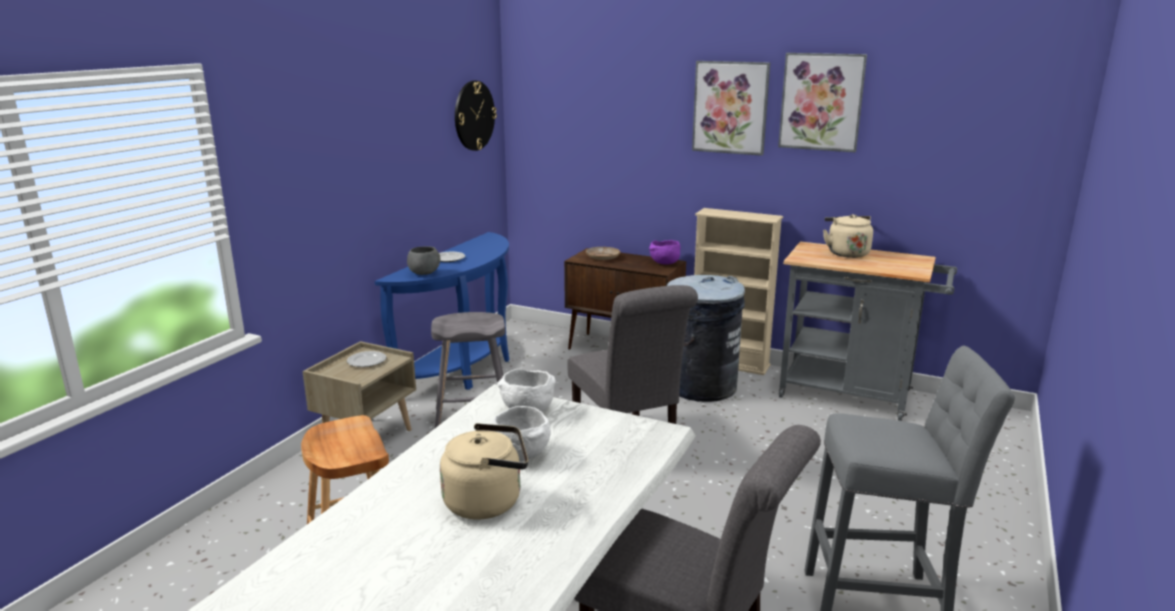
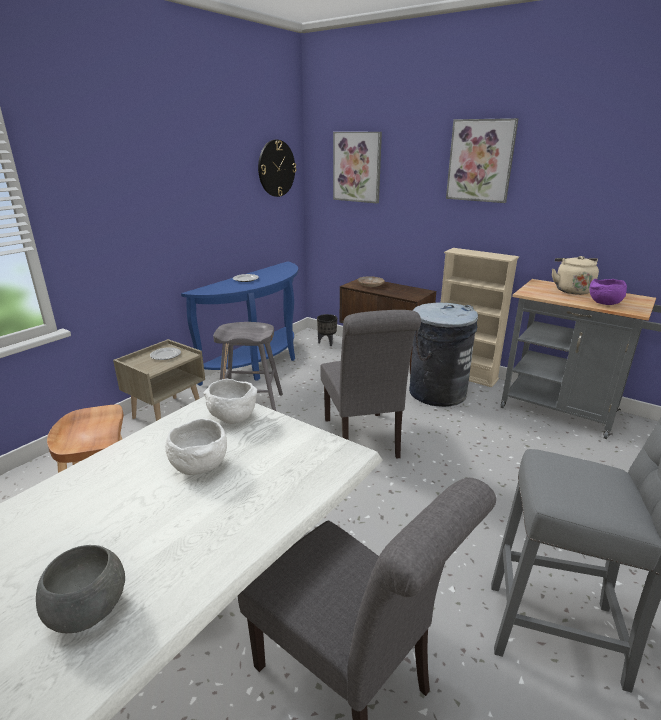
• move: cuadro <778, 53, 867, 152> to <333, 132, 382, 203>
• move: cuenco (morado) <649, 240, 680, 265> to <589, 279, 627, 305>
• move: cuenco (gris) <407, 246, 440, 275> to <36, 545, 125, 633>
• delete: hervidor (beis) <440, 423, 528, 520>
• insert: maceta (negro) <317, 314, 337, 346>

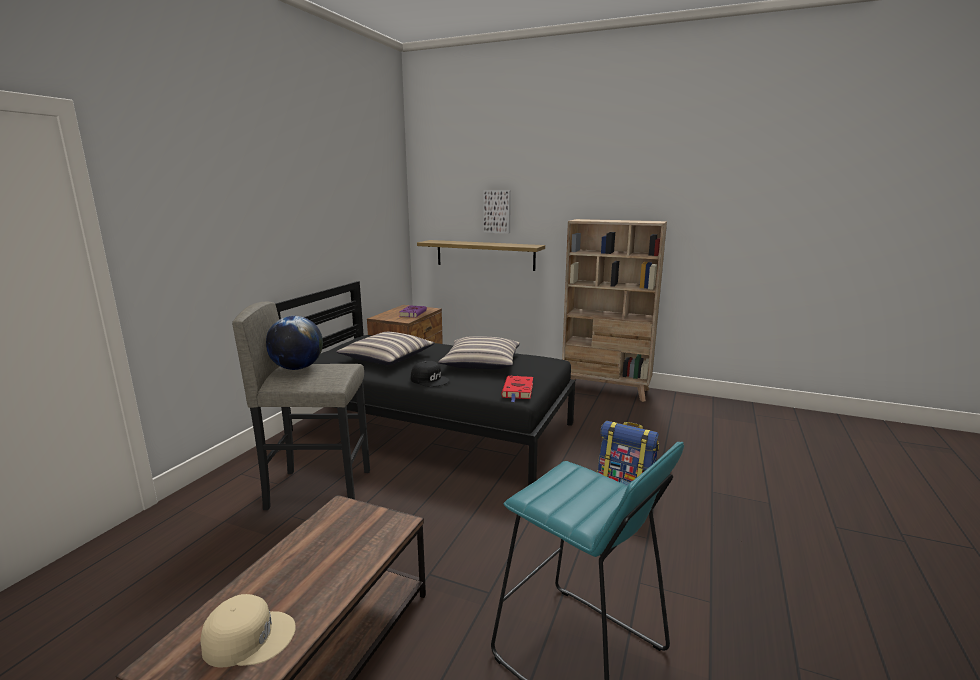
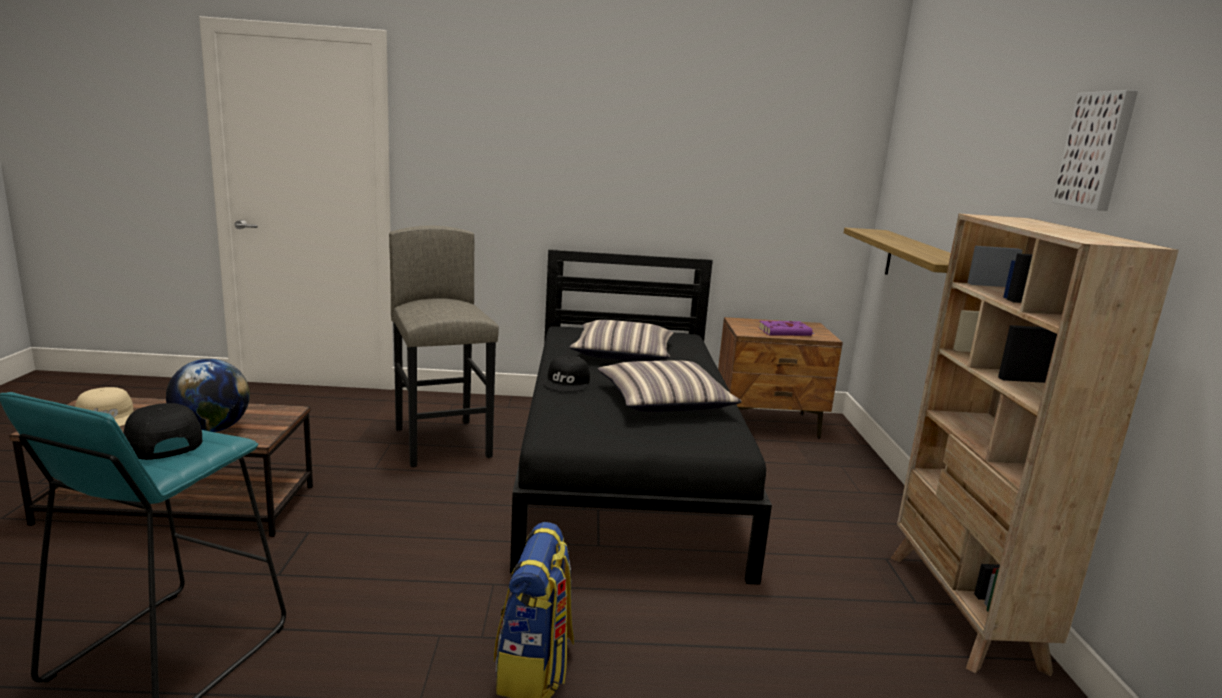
• move: cuadro <483, 190, 511, 234> to <1052, 90, 1138, 211>
• move: globo terráqueo <266, 316, 323, 370> to <166, 359, 250, 432>
• delete: libro (rojo) <501, 376, 533, 402>
• insert: gorra (negro) <123, 403, 202, 460>

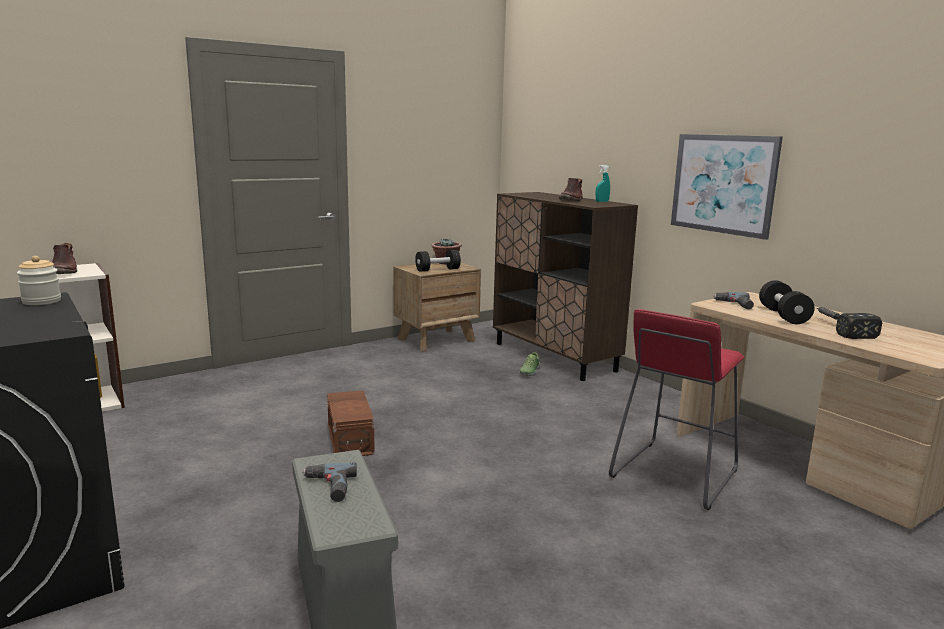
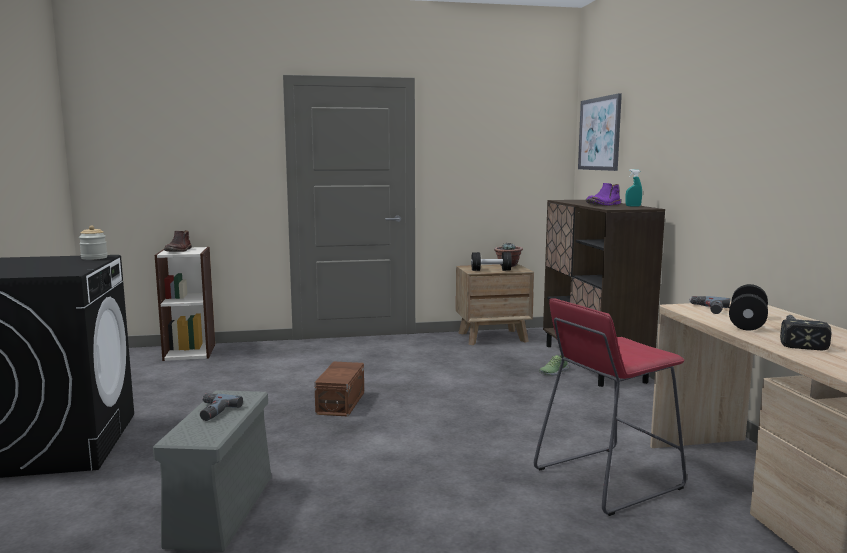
• move: cuadro <671, 134, 783, 240> to <578, 93, 622, 171>
• recolor: bota (marrón) <559, 178, 583, 201> to bota (morado) <586, 183, 621, 206>

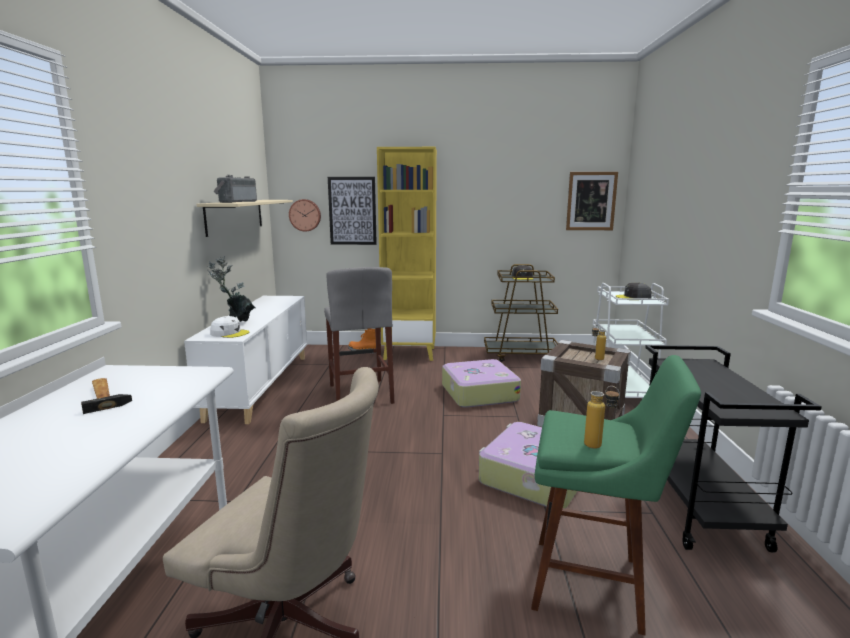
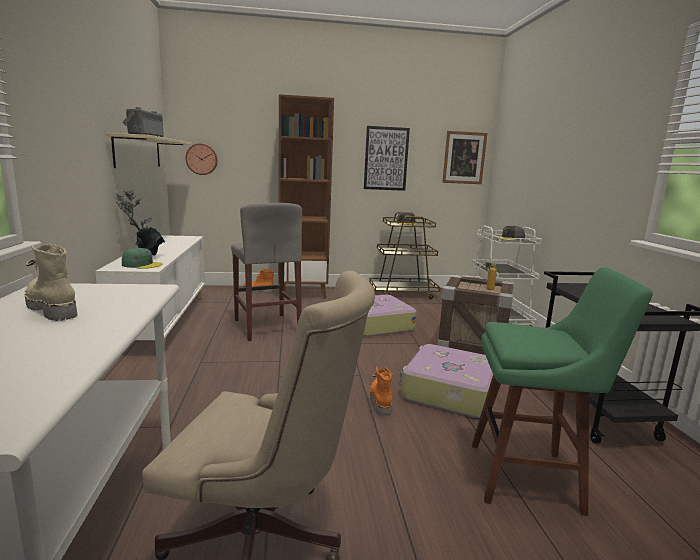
• recolor: estantería (amarillo) <377, 147, 437, 361> to estantería (marrón) <278, 94, 334, 299>
• move: cuadro <328, 177, 377, 245> to <364, 126, 410, 191>
• recolor: gorra (blanco) <210, 316, 249, 338> to gorra (verde) <122, 248, 163, 269>
• replace: martillo <81, 378, 132, 414> to bota (beis) <24, 244, 77, 321>
• delete: botella <584, 386, 620, 449>
• insert: bota (naranja) <370, 367, 393, 416>

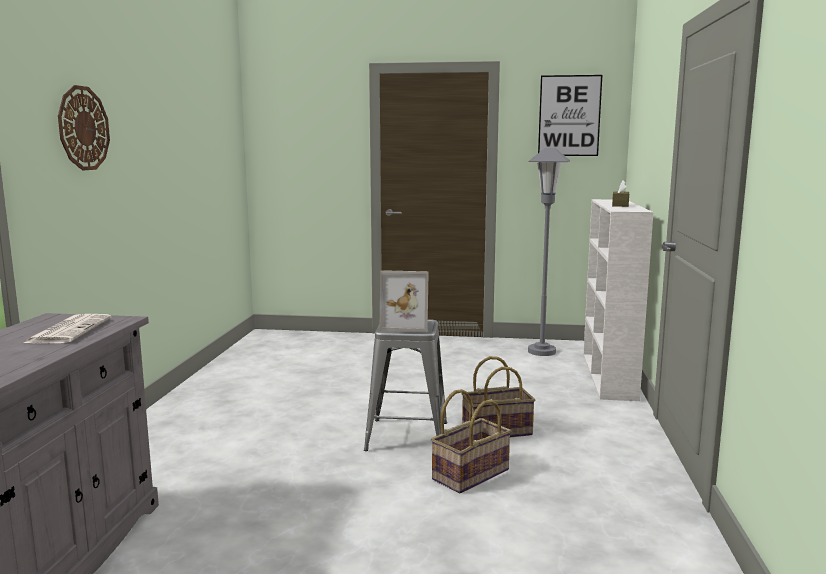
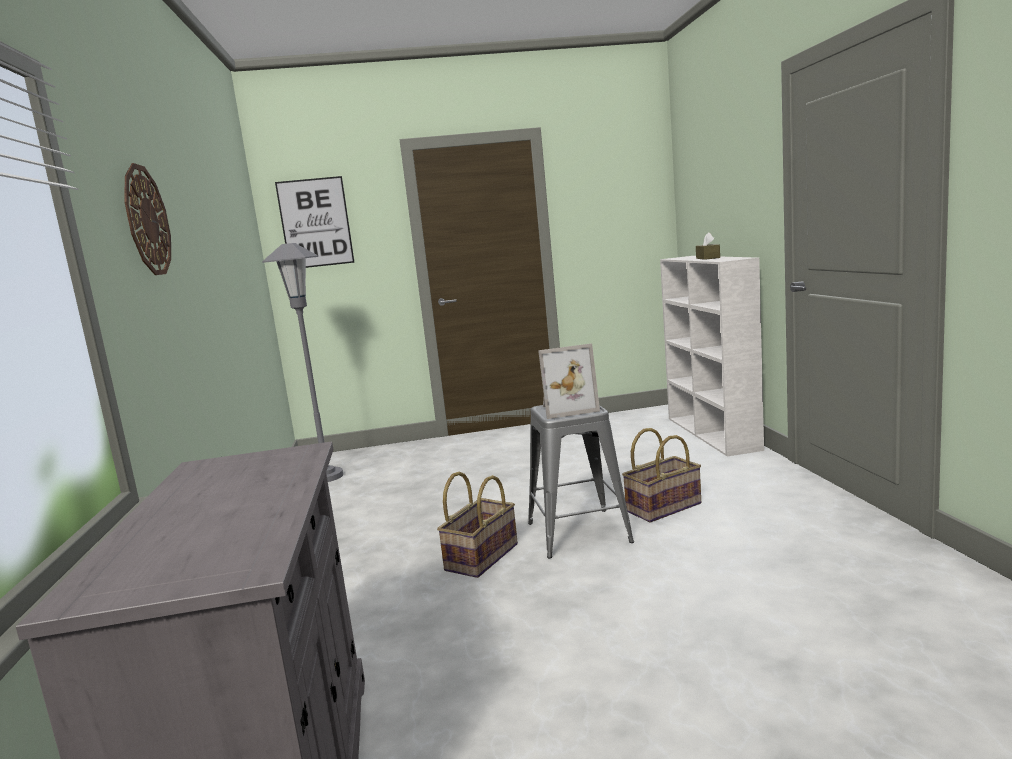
• move: cuadro <538, 75, 602, 156> to <275, 176, 355, 268>
• move: lámpara de pie (gris) <528, 148, 570, 356> to <262, 243, 343, 482>
• delete: periódico <22, 314, 111, 344>
• move: cesta <431, 389, 511, 493> to <437, 471, 518, 578>

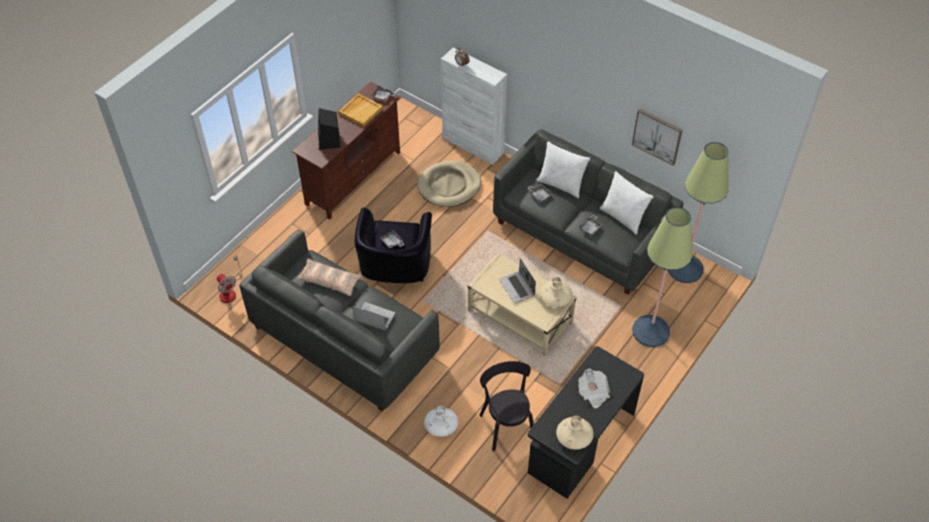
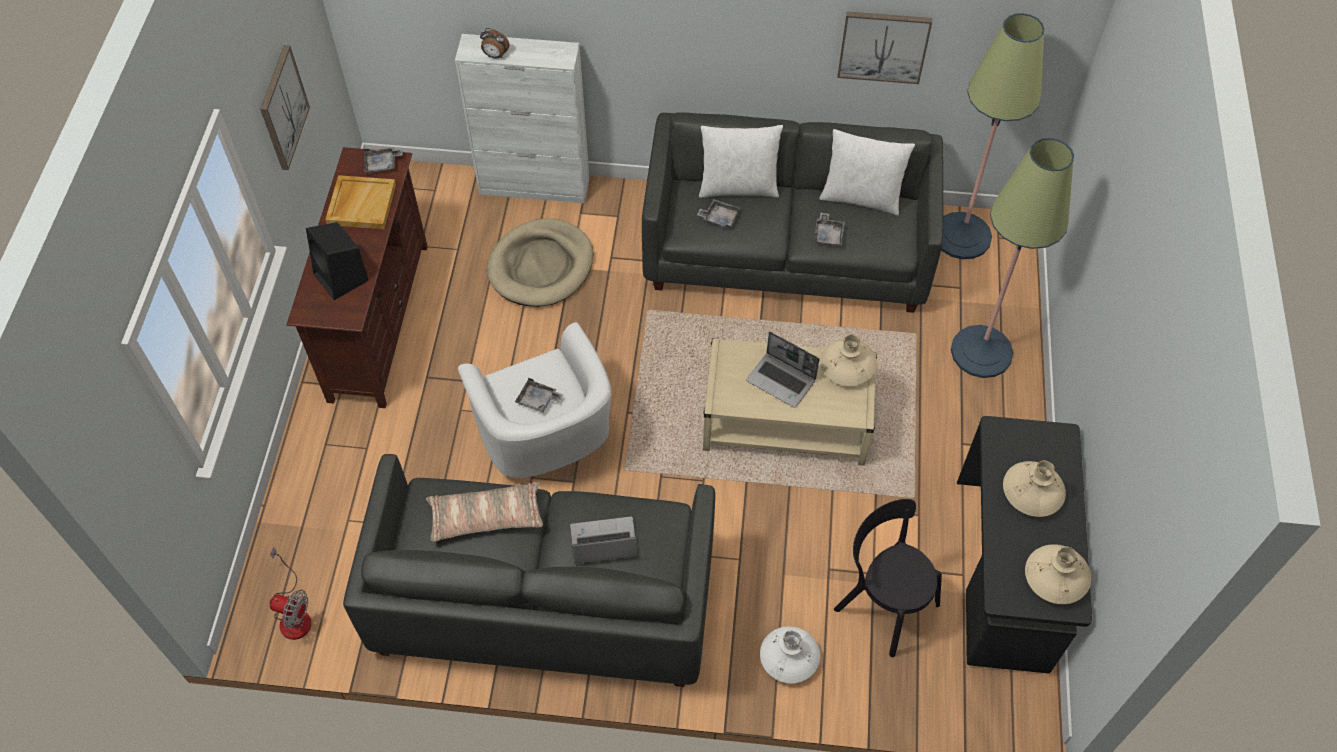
• recolor: sillón (negro) <355, 208, 432, 283> to sillón (blanco) <458, 322, 611, 478>
• replace: periódico <578, 369, 610, 408> to florero (beis) <1003, 460, 1066, 517>
• insert: cuadro <260, 45, 310, 170>

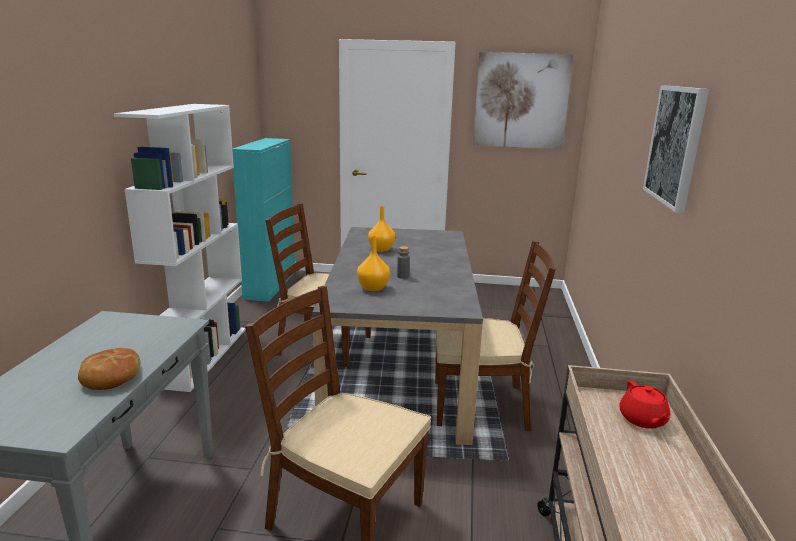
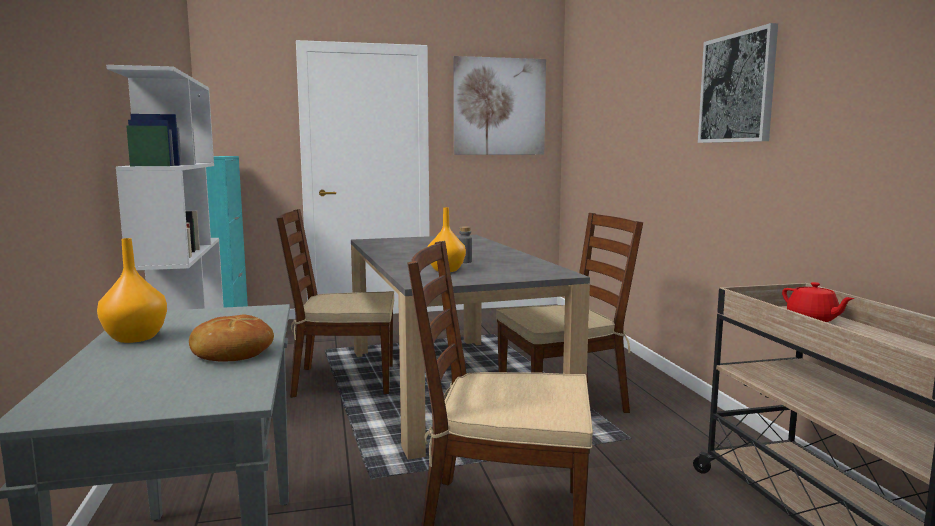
• move: florero (naranja) <368, 206, 395, 252> to <97, 238, 167, 343>

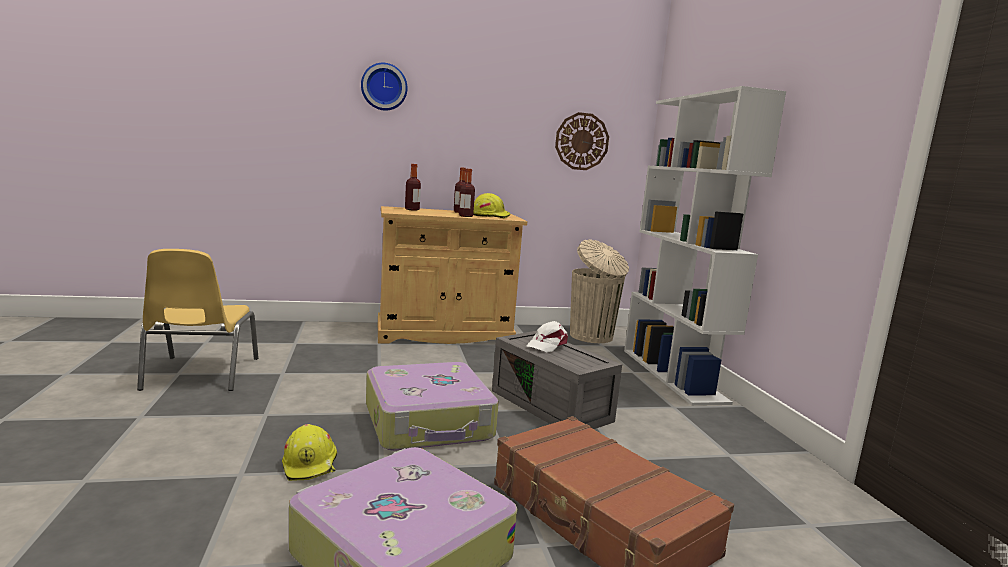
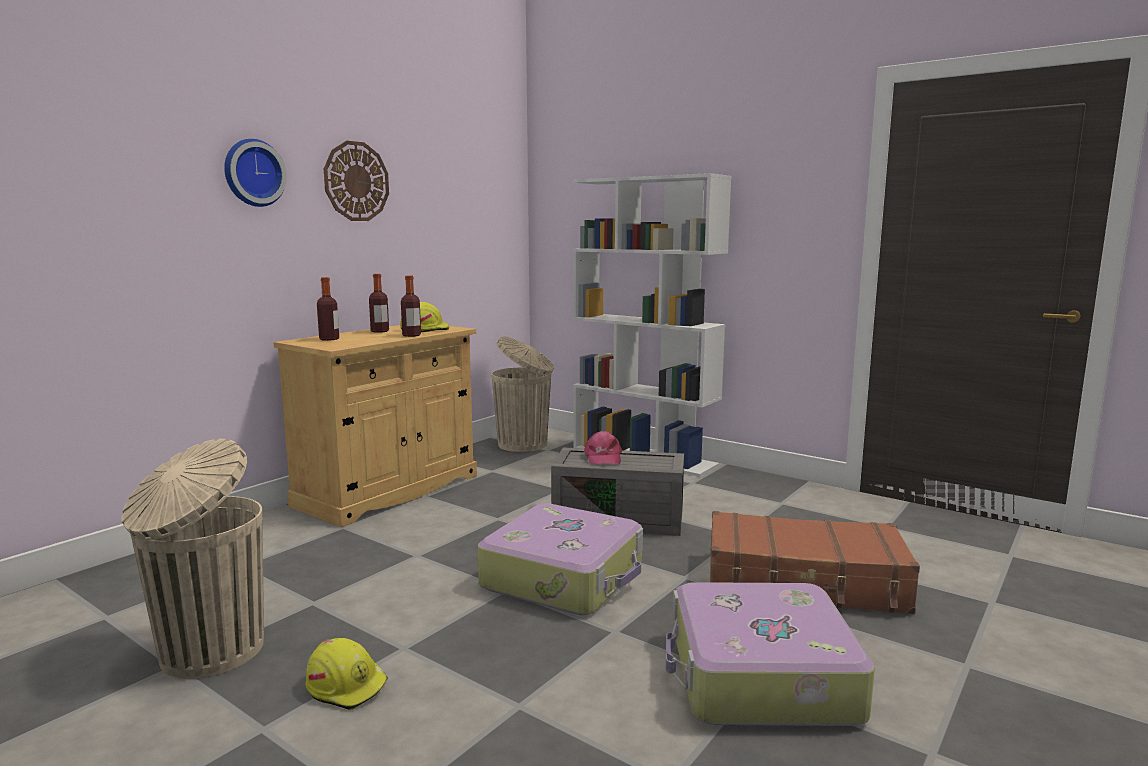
• move: reloj de pared <555, 112, 609, 170> to <324, 141, 389, 221>
• replace: silla (amarillo) <137, 249, 259, 391> to papelera (beis) <121, 439, 264, 679>
• recolor: gorra (blanco) <526, 321, 568, 353> to gorra (rosa) <584, 431, 622, 464>
• move: casco (amarillo) <282, 424, 337, 481> to <306, 638, 388, 710>

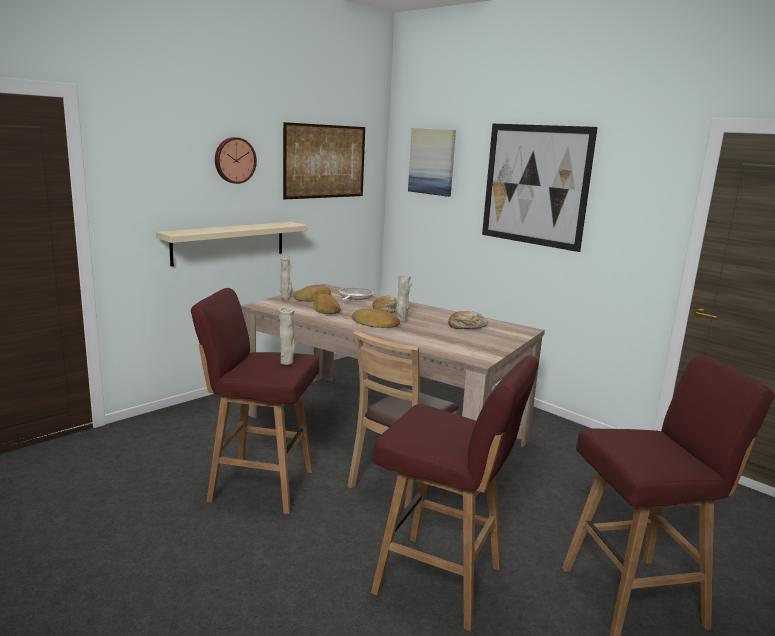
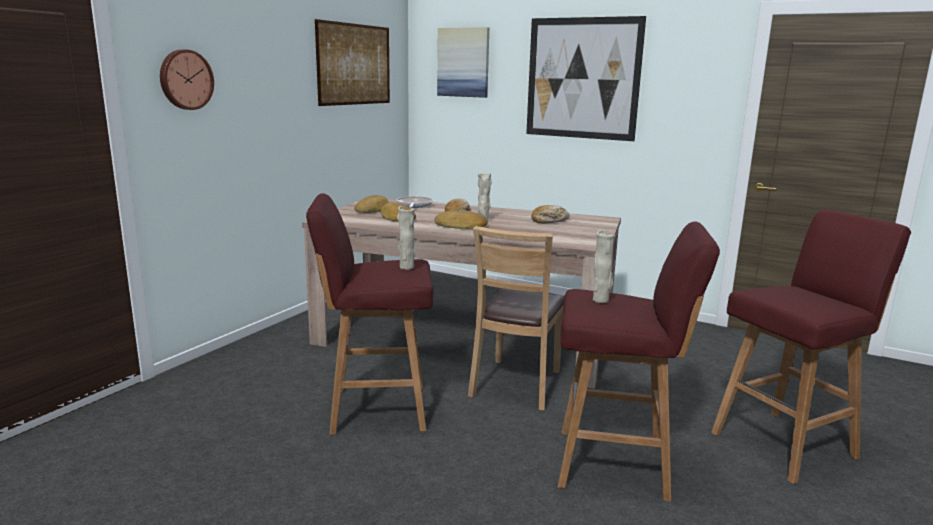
• move: reloj de pared <215, 137, 257, 184> to <160, 50, 214, 110>
• delete: estante (beis) <156, 222, 308, 266>
• move: florero (beis) <280, 256, 293, 299> to <593, 229, 615, 303>

